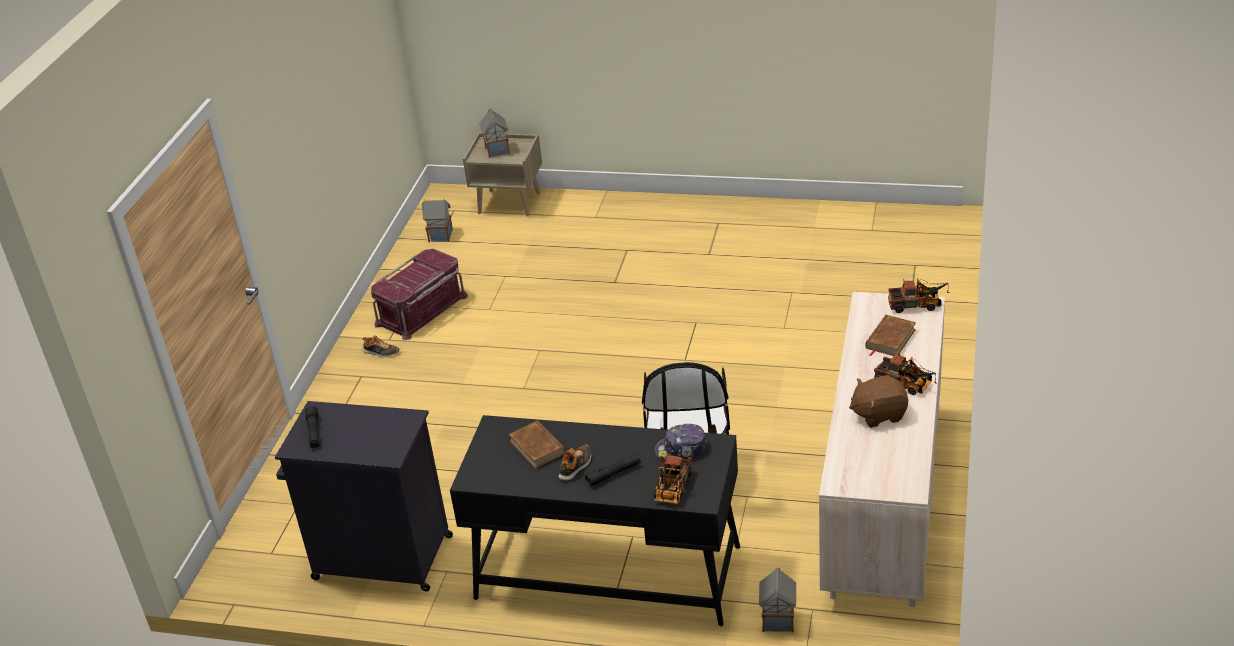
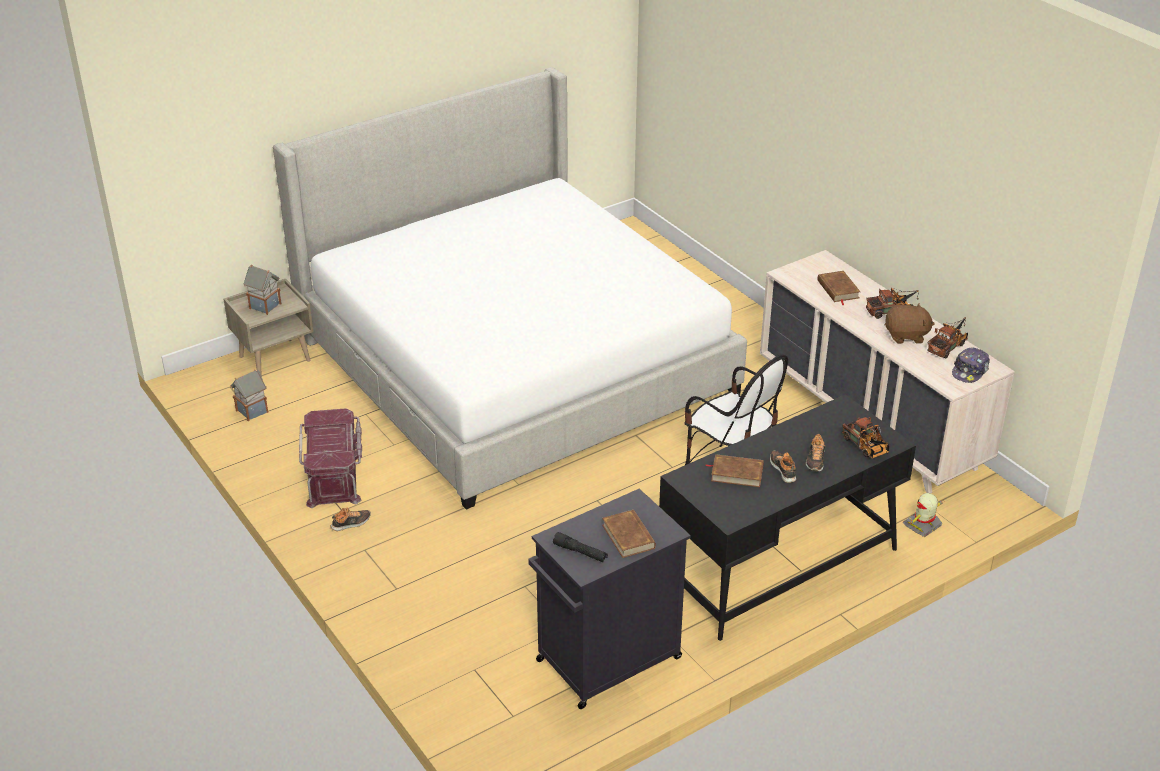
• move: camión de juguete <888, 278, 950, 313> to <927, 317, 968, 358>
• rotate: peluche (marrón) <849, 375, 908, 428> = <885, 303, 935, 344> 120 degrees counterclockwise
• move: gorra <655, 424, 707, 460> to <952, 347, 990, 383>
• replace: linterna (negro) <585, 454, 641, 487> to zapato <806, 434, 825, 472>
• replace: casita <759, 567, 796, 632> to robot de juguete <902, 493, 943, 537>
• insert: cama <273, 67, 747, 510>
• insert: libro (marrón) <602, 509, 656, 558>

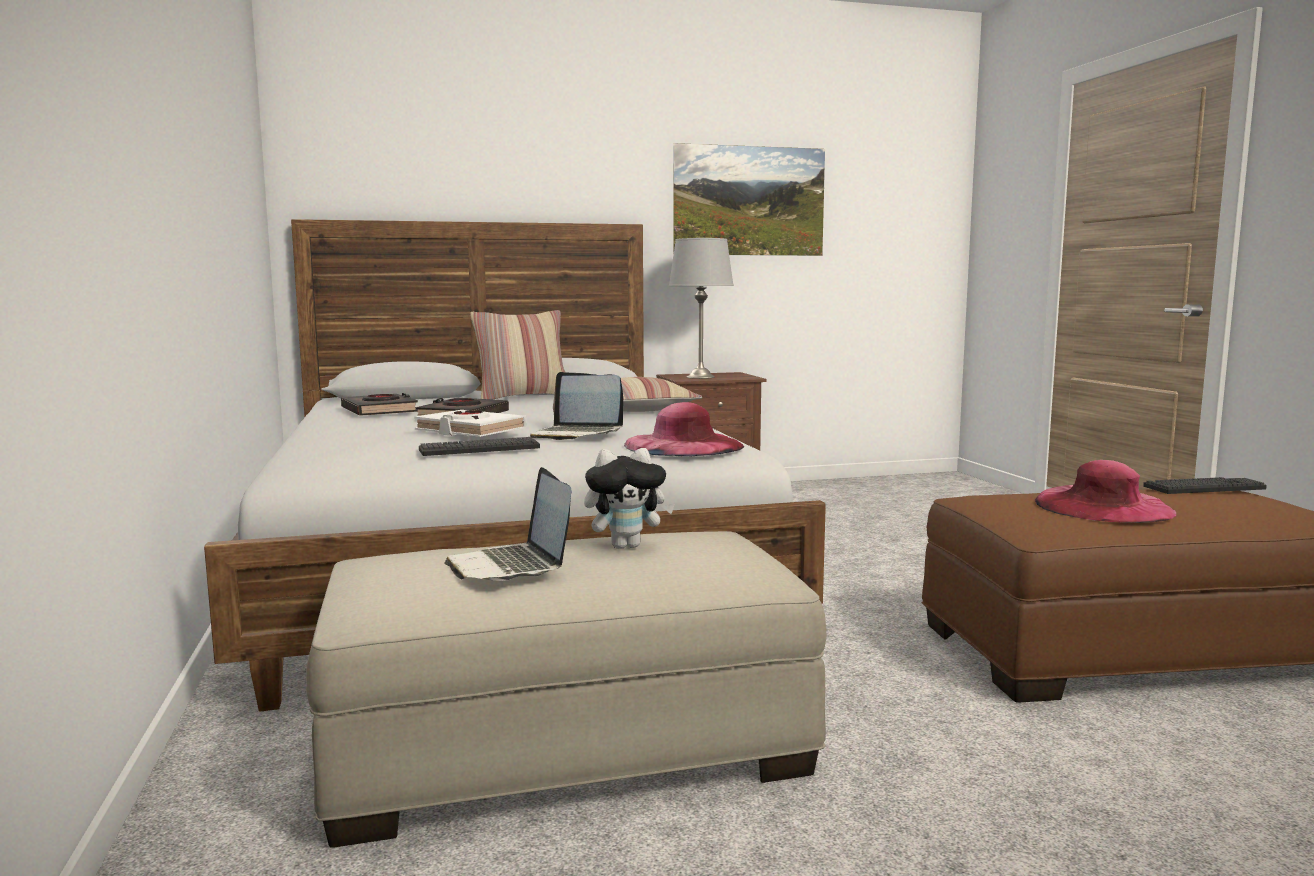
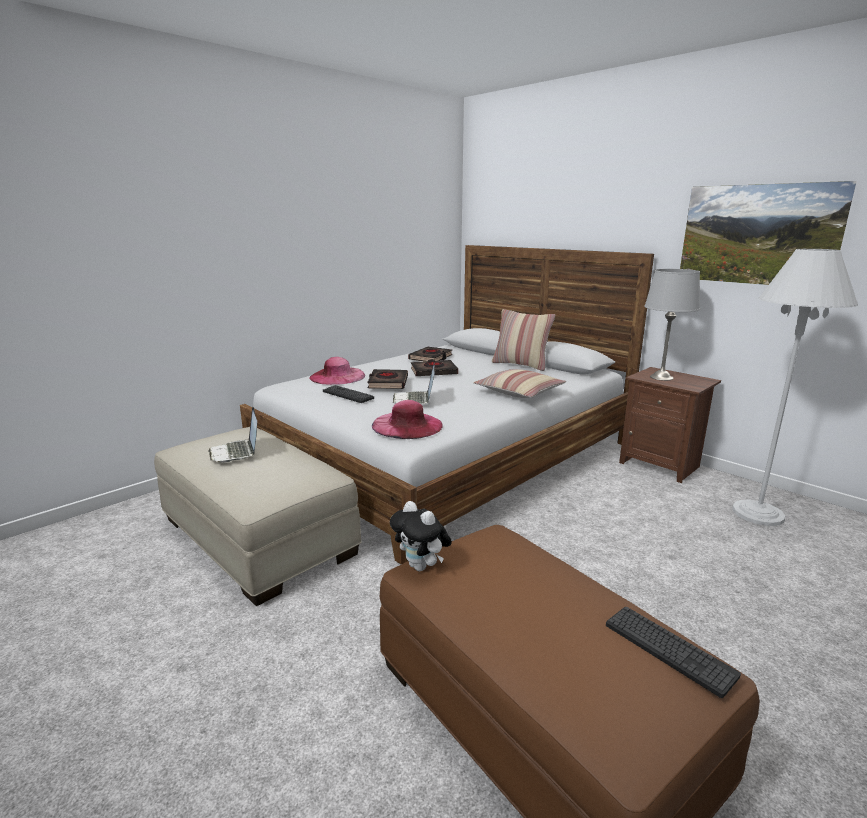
• recolor: libro (blanco) <414, 410, 526, 437> to libro (negro) <367, 369, 408, 389>
• move: peluche <584, 448, 675, 549> to <390, 501, 452, 571>
• move: sombrero (rosa) <1035, 460, 1176, 523> to <310, 357, 365, 385>
• rotate: portátil <444, 467, 572, 581> = <208, 407, 257, 463> 60 degrees counterclockwise
• insert: lámpara de pie (blanco) <732, 249, 858, 526>

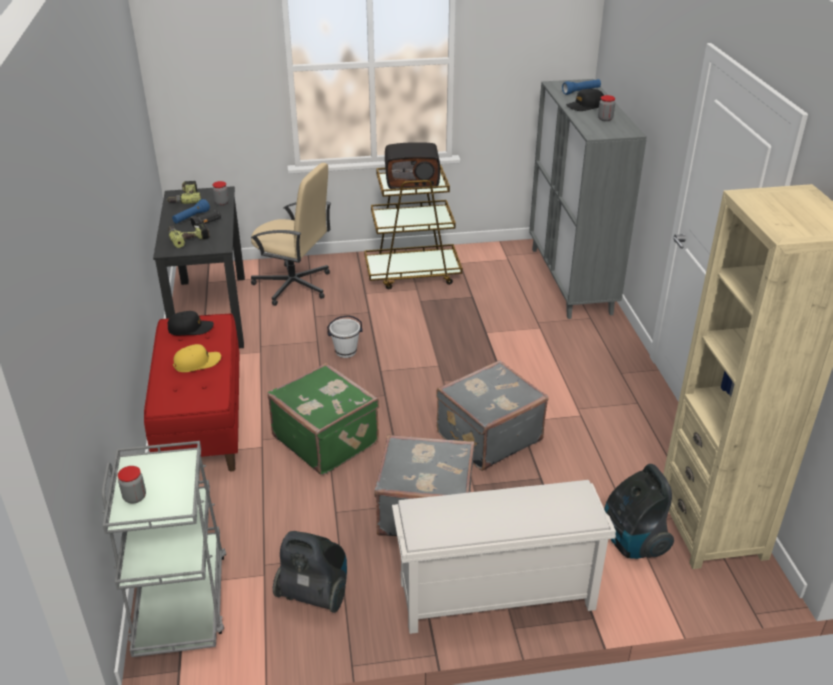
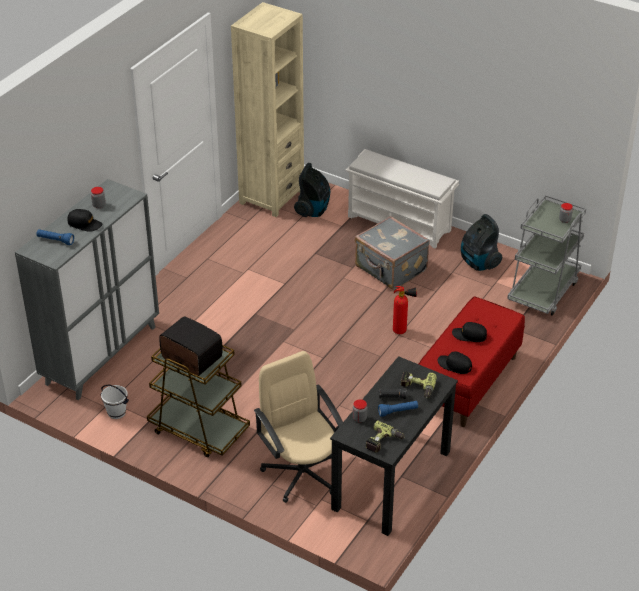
• move: cubo (blanco) <327, 315, 363, 358> to <100, 385, 129, 419>
• recolor: gorra (amarillo) <173, 344, 221, 372> to gorra (negro) <452, 322, 487, 342>
• delete: maleta (gris) <436, 360, 549, 471>
• replace: maleta (verde) <267, 363, 379, 475> to extintor <393, 286, 417, 334>

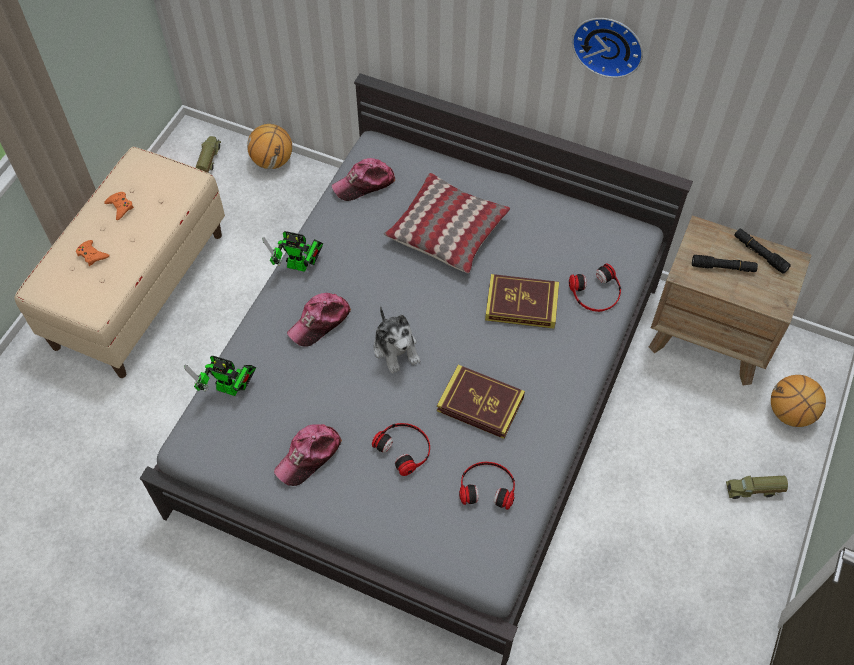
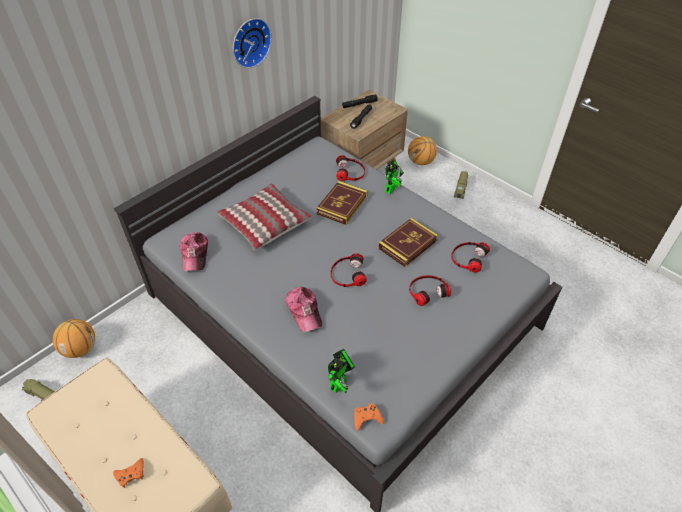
• move: mando de consola (naranja) <104, 192, 134, 220> to <354, 403, 384, 431>
• move: robot de juguete <262, 231, 323, 272> to <385, 160, 404, 194>
• replace: peluche <374, 306, 420, 373> to auriculares <330, 253, 367, 287>
• delete: gorra <274, 424, 342, 486>

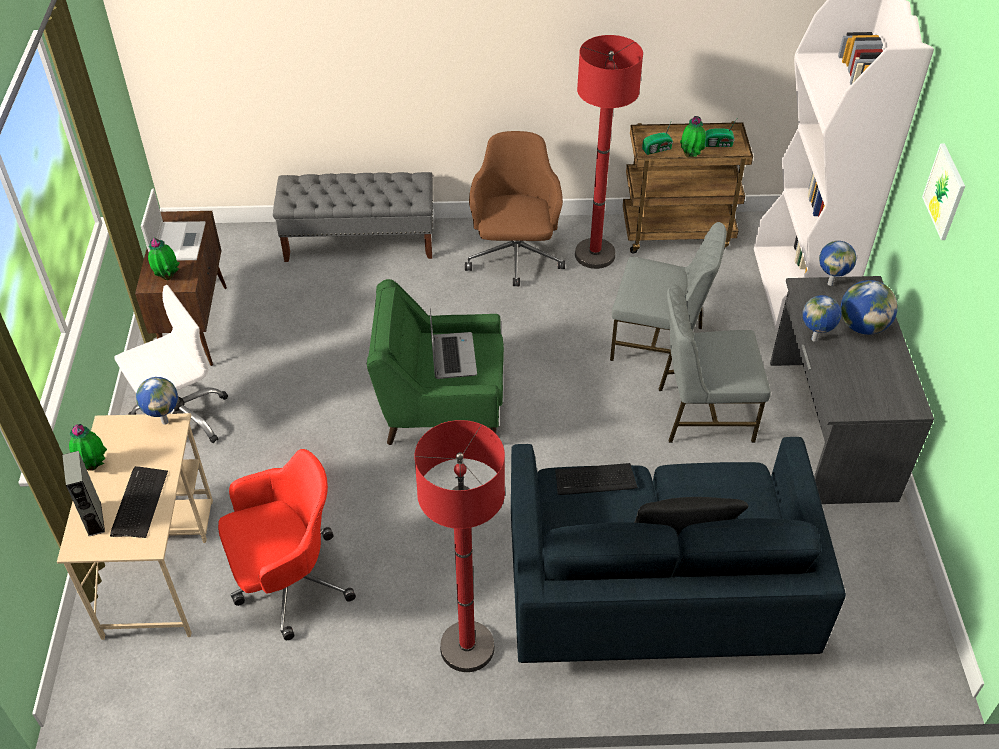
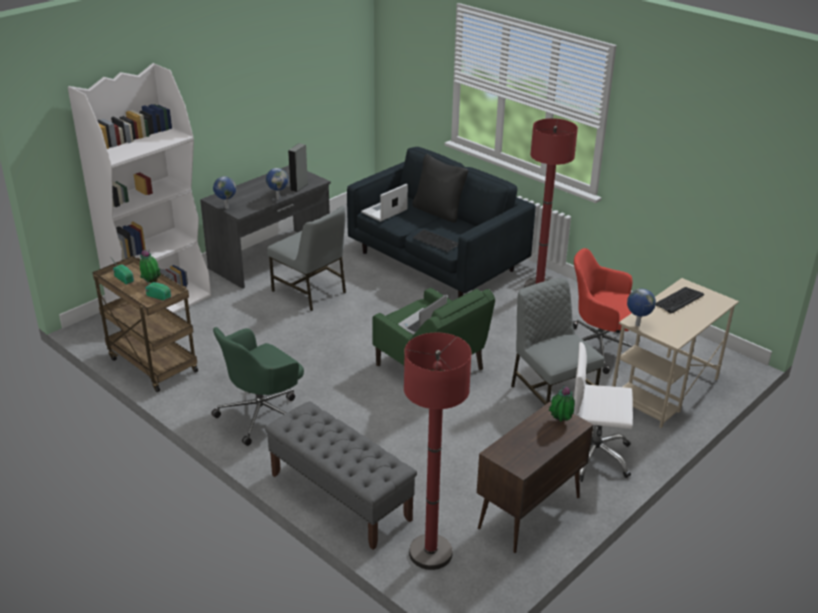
• move: lámpara de pie (rojo) <575, 35, 643, 269> to <404, 333, 471, 570>
• recolor: silla de oficina (marrón) <465, 131, 565, 286> to silla de oficina (verde) <211, 327, 304, 446>
• delete: cuadro <922, 143, 965, 240>
• move: portátil <141, 189, 206, 260> to <361, 184, 408, 222>
• move: silla (gris) <610, 222, 727, 361> to <511, 278, 604, 405>
• delete: globo terráqueo <841, 280, 898, 335>
• delete: planta en maceta <69, 424, 107, 471>
• move: altavoz (gris) <62, 451, 105, 537> to <288, 143, 308, 192>

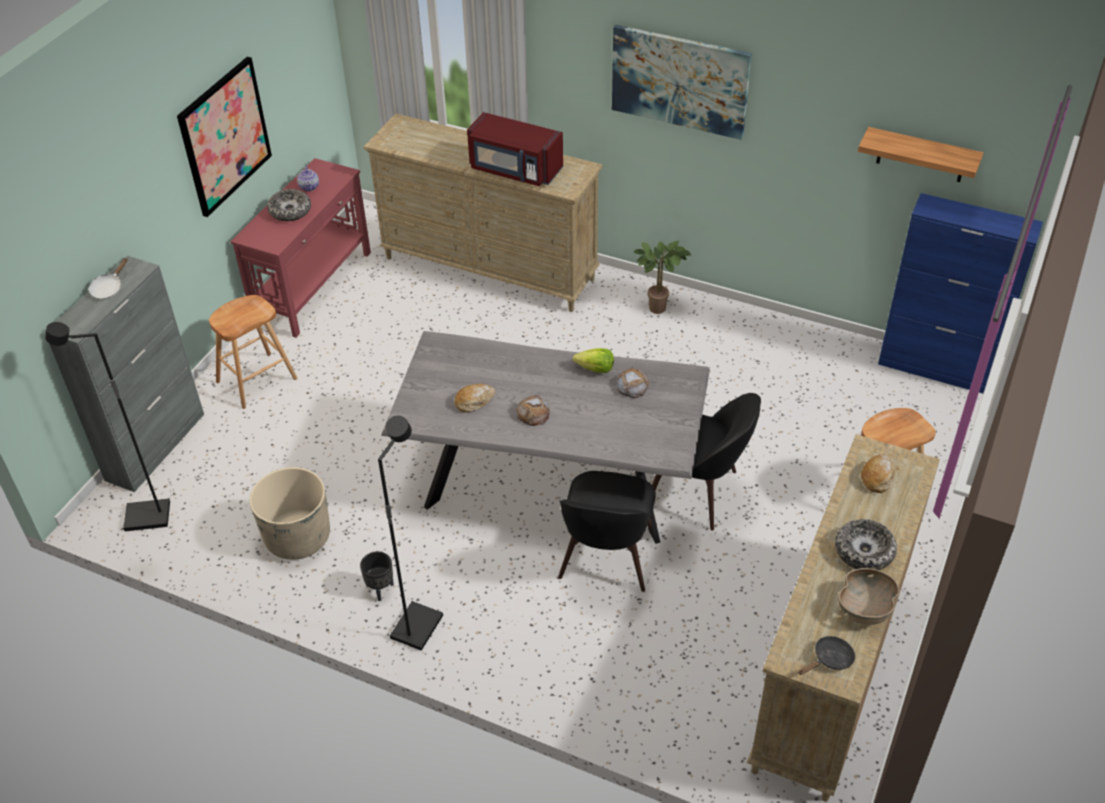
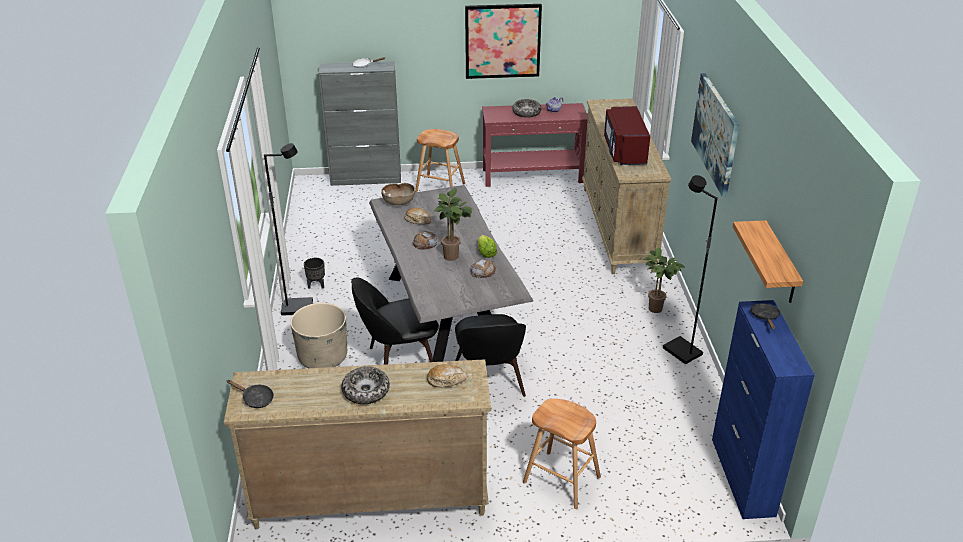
• move: lámpara de pie (negro) <45, 322, 170, 531> to <663, 175, 718, 364>
• move: maceta (beis) <250, 467, 330, 560> to <290, 303, 347, 368>
• move: cuenco (marrón) <838, 568, 899, 625> to <381, 183, 415, 205>
• insert: planta en maceta <434, 188, 473, 261>
• insert: sartén (negro) <750, 304, 781, 330>

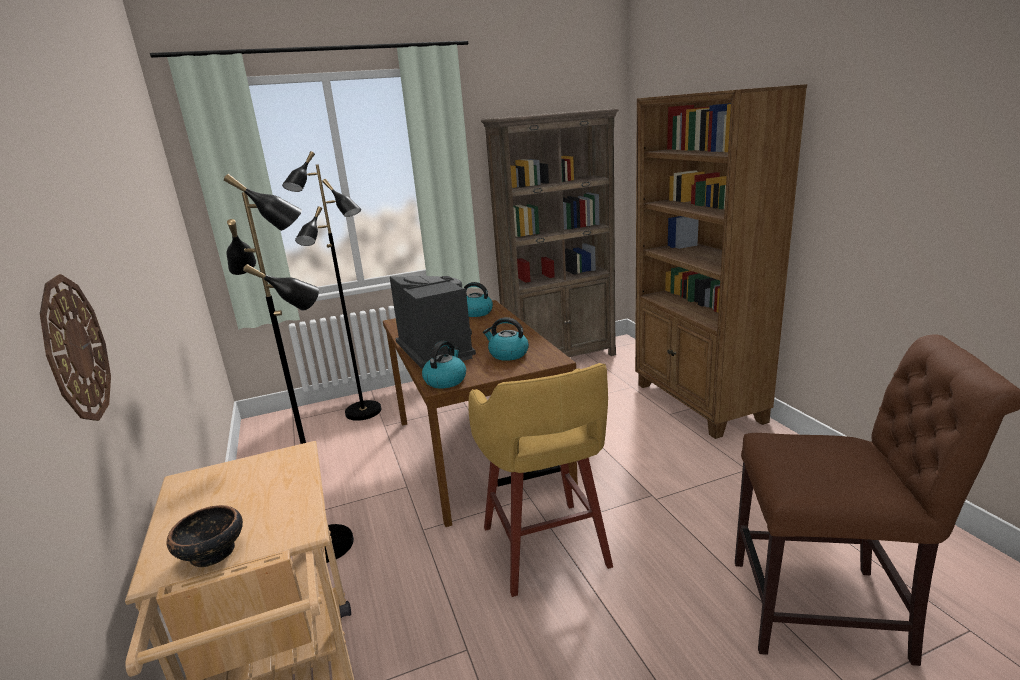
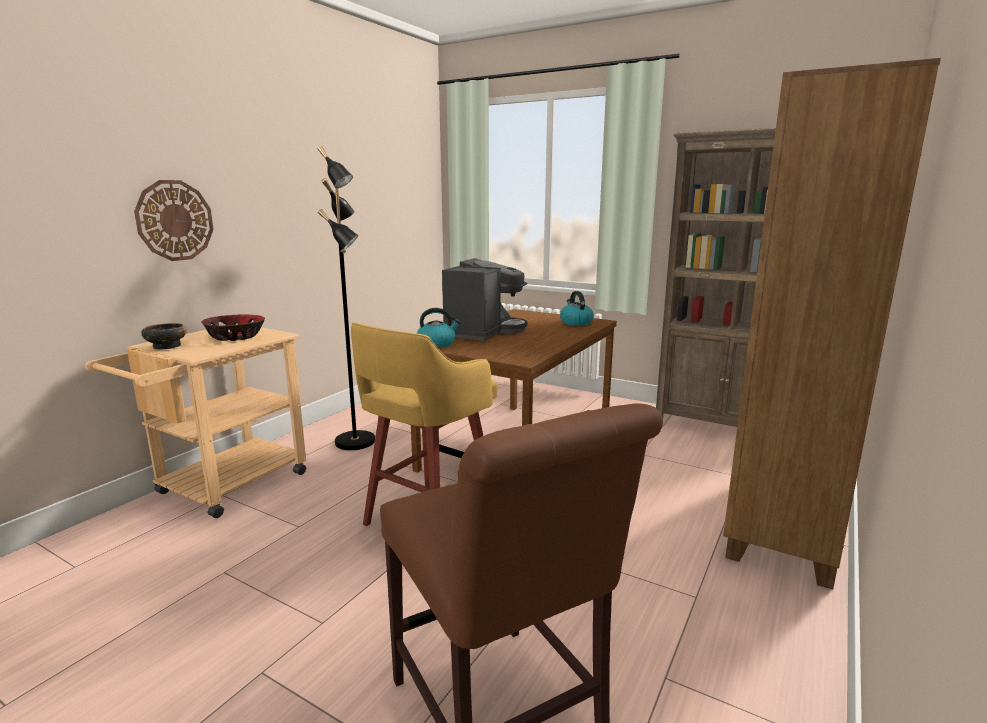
• delete: lámpara de pie (negro) <282, 151, 381, 421>
• delete: hervidor <483, 318, 529, 361>
• insert: cuenco <202, 314, 265, 341>

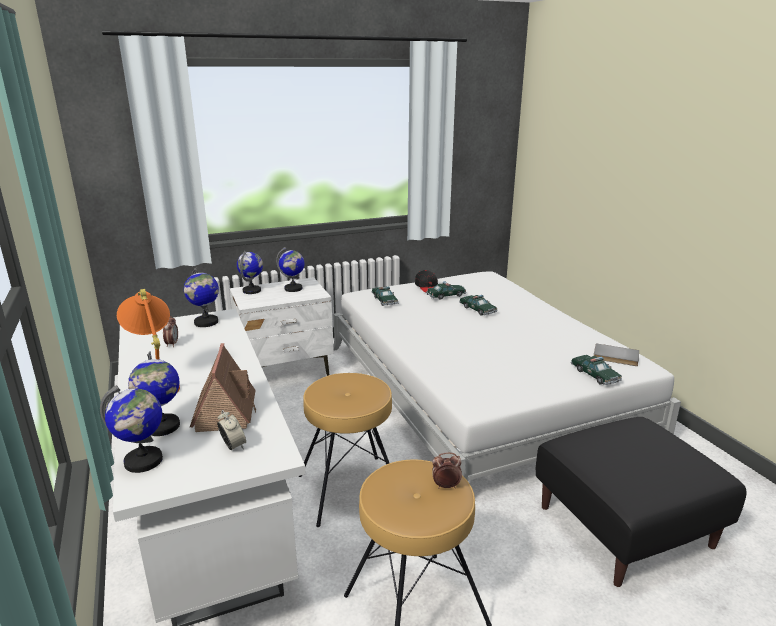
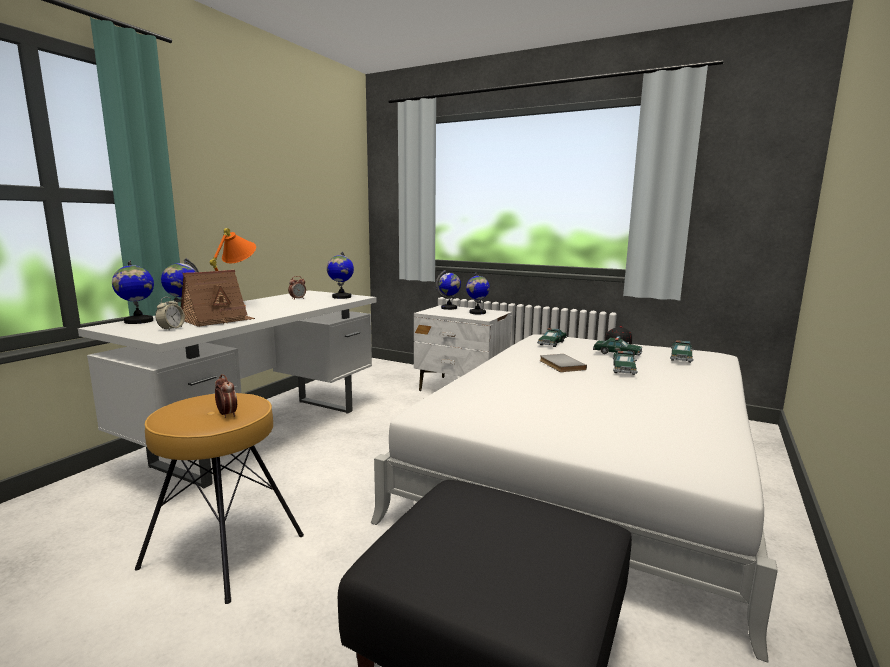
• move: libro (gris) <594, 343, 639, 366> to <540, 354, 587, 372>
• move: coche de juguete <571, 355, 622, 385> to <670, 340, 694, 363>
• delete: taburete (marrón) <298, 373, 392, 527>

